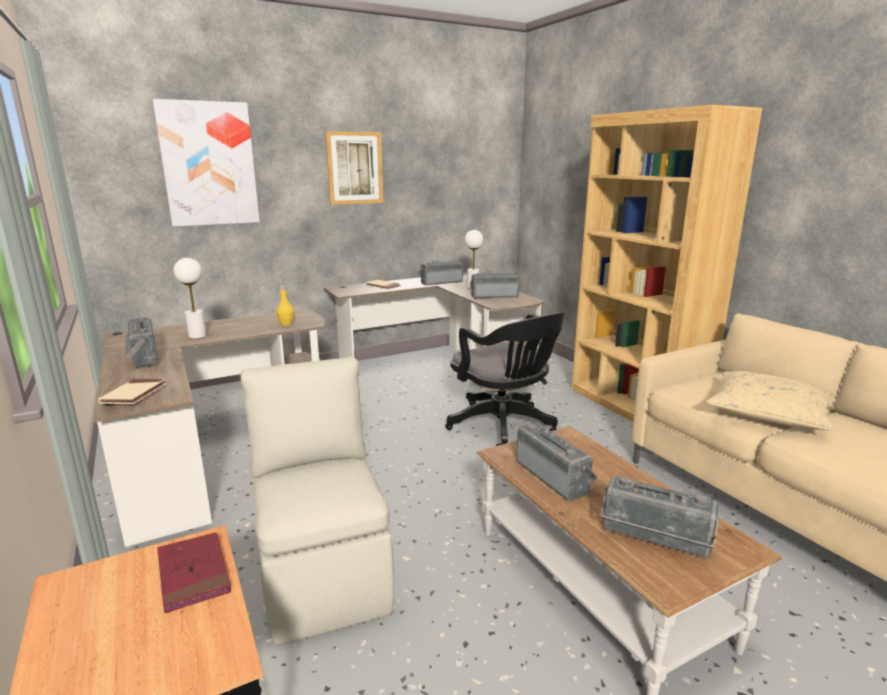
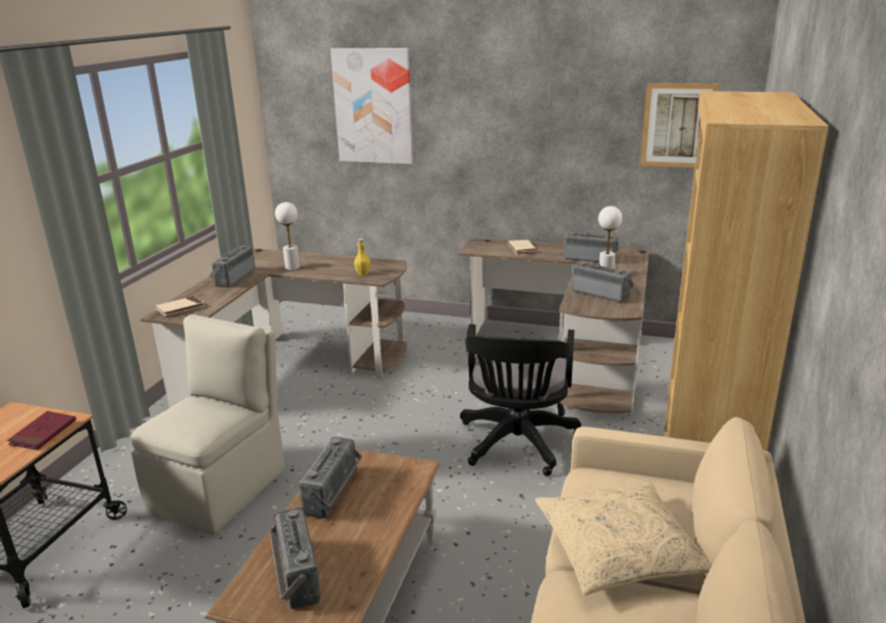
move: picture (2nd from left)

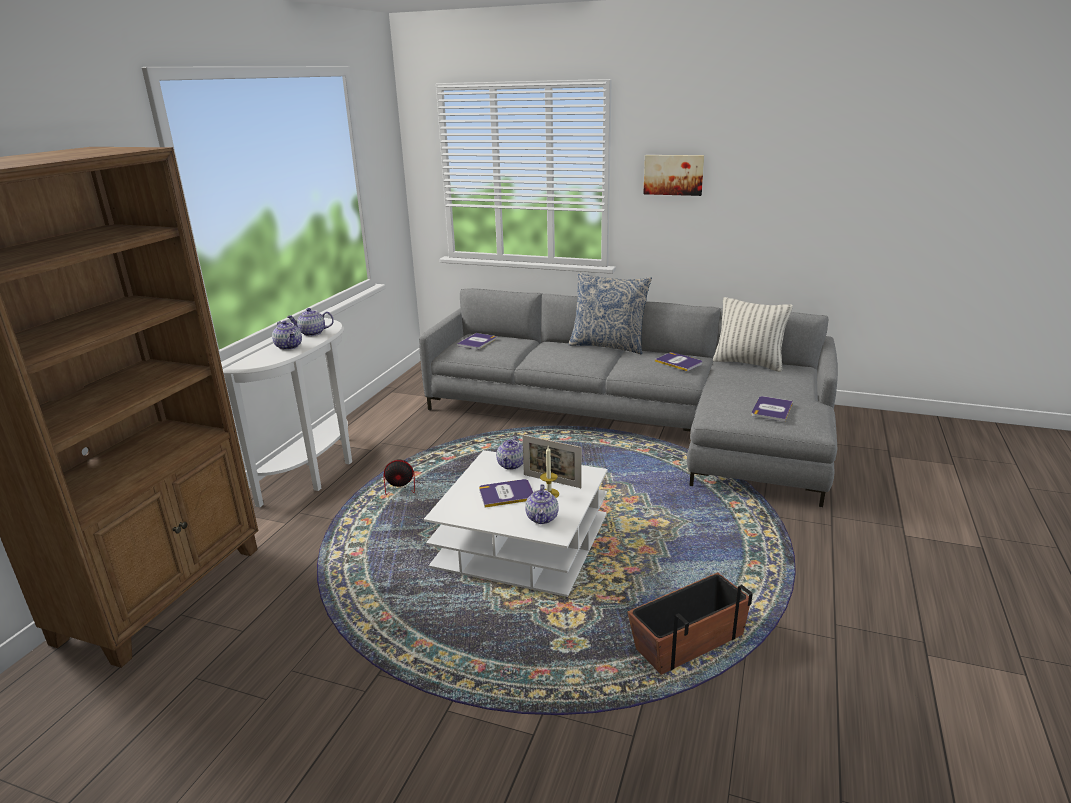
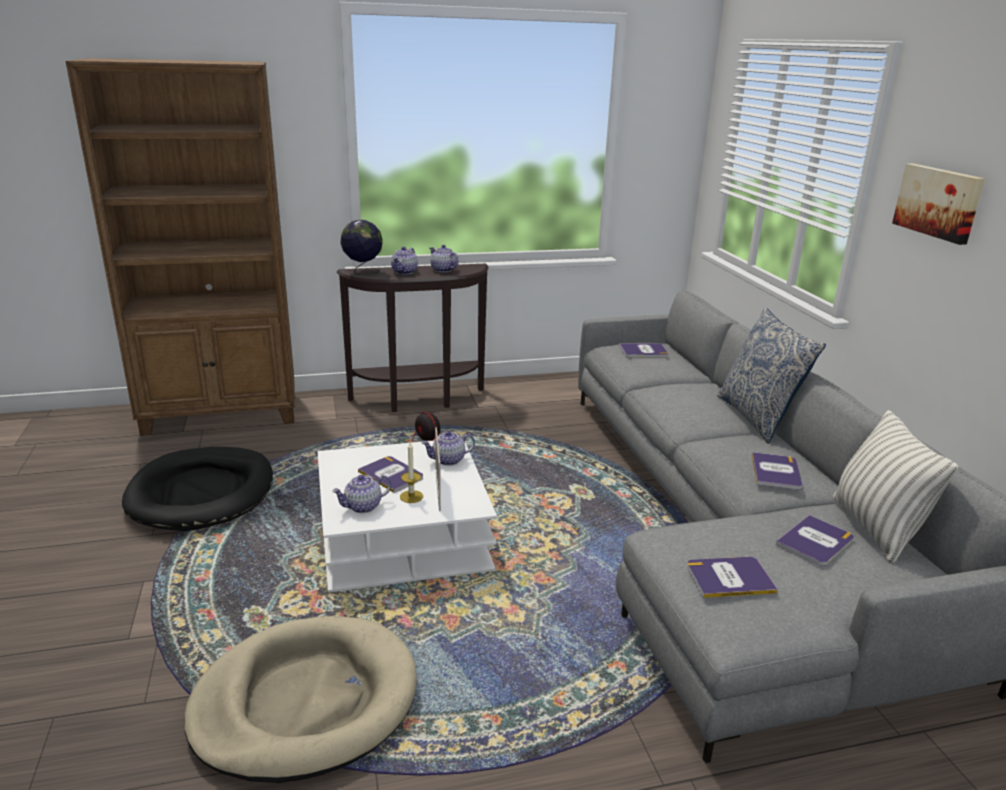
insert: dog bed in black; globe; book (5th from left)
replace: planter to dog bed in beige
recolor: console table in white to console table in brown

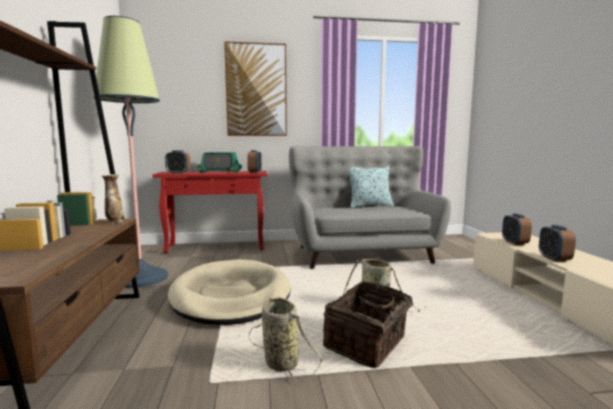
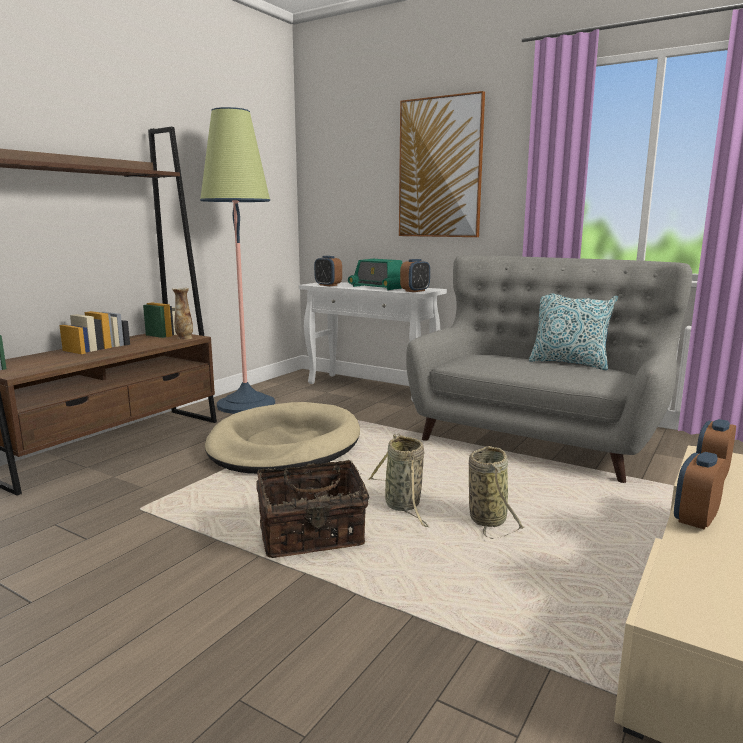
move: basket (1st from left in the first image) to basket (3rd from left)
recolor: console table in red to console table in white

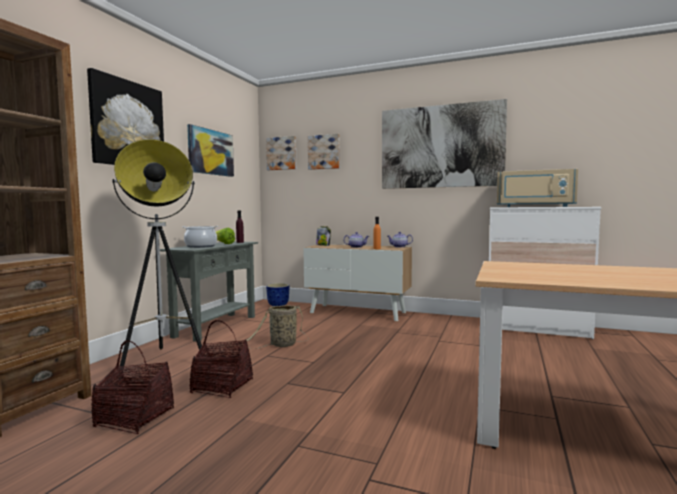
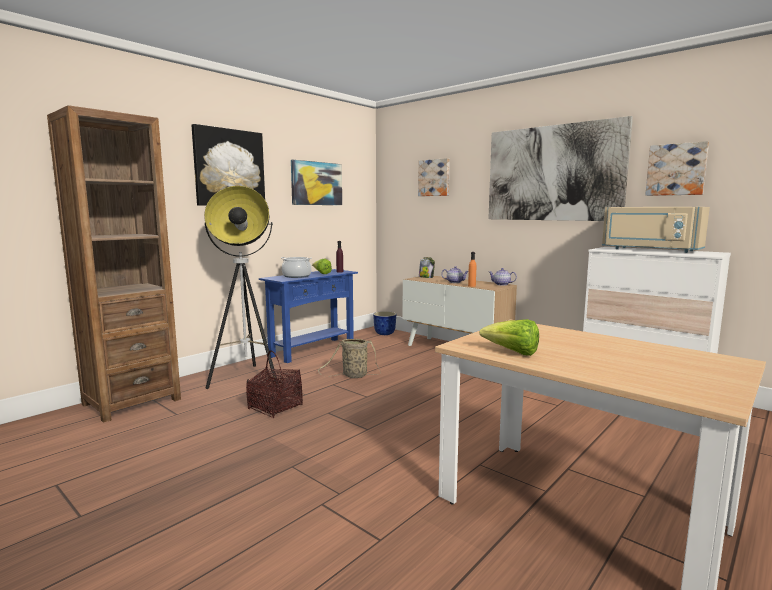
delete: basket (1st from left)
insert: lettuce (2nd from left)
move: picture (3rd from left in the first image) to picture (5th from left)
recolor: console table in grey to console table in blue

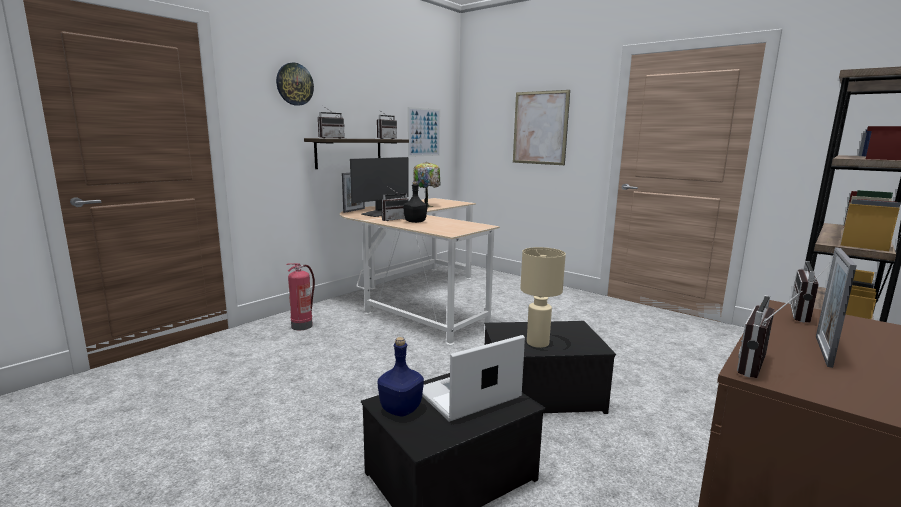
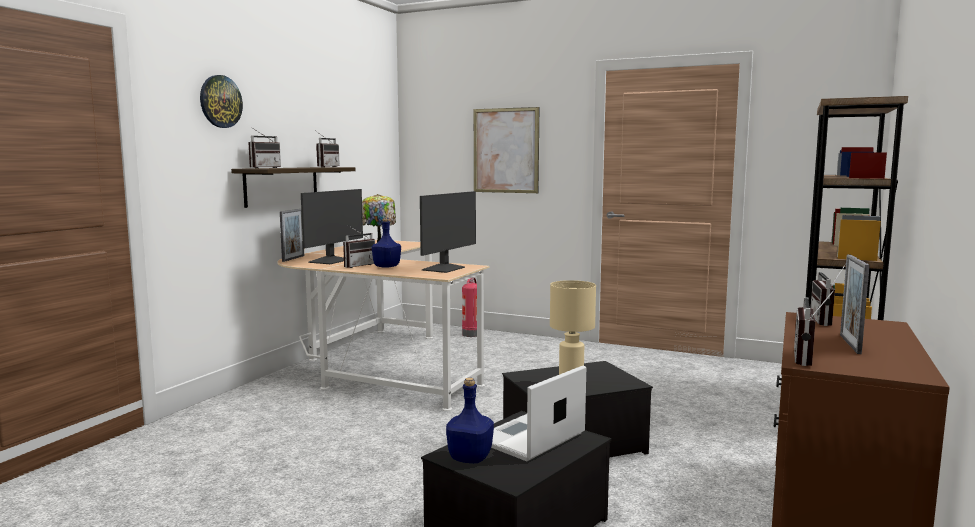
delete: picture (1st from left)
insert: monitor (2nd from left)
move: fire extinguisher
recolor: bottle in black to bottle in blue (1st from left)

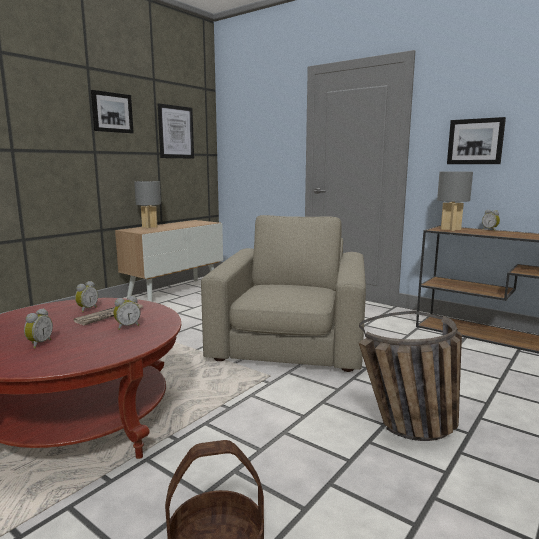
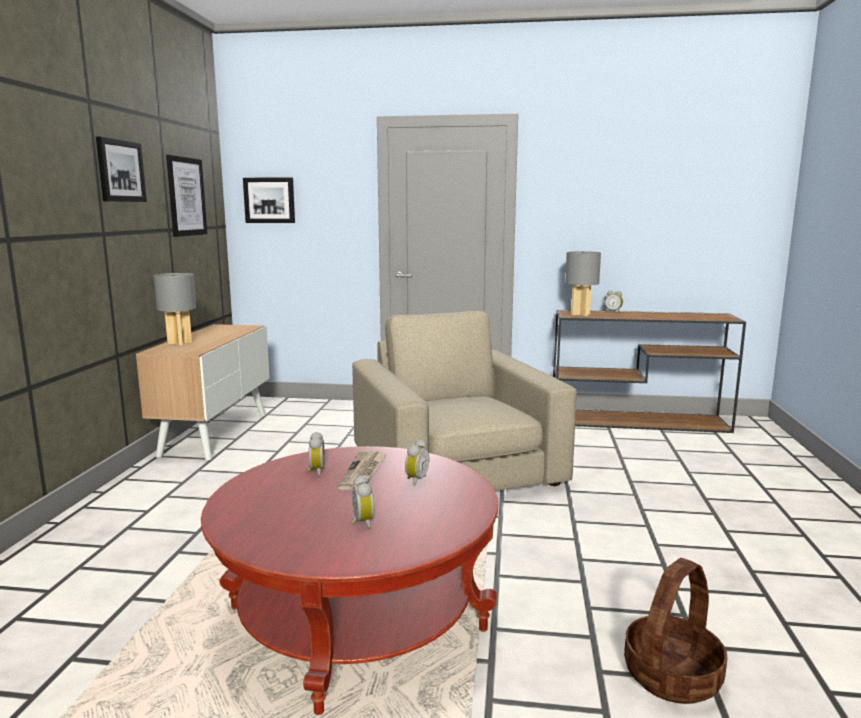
delete: basket (2nd from left)
move: picture (3rd from left)

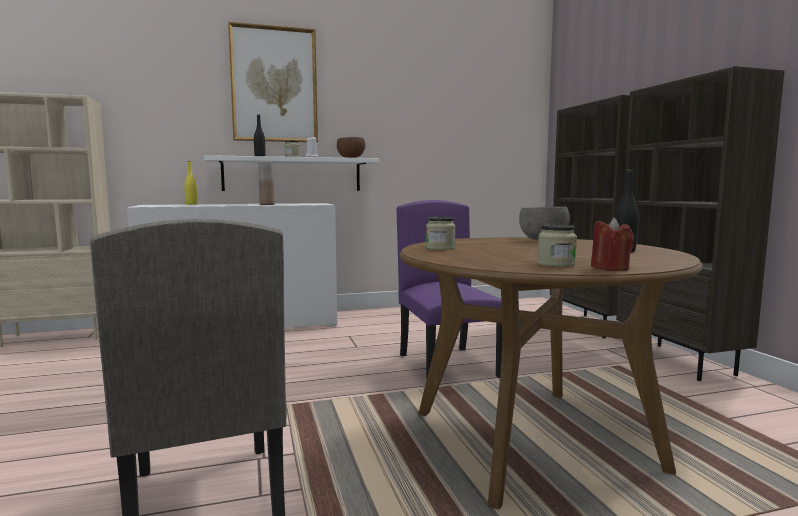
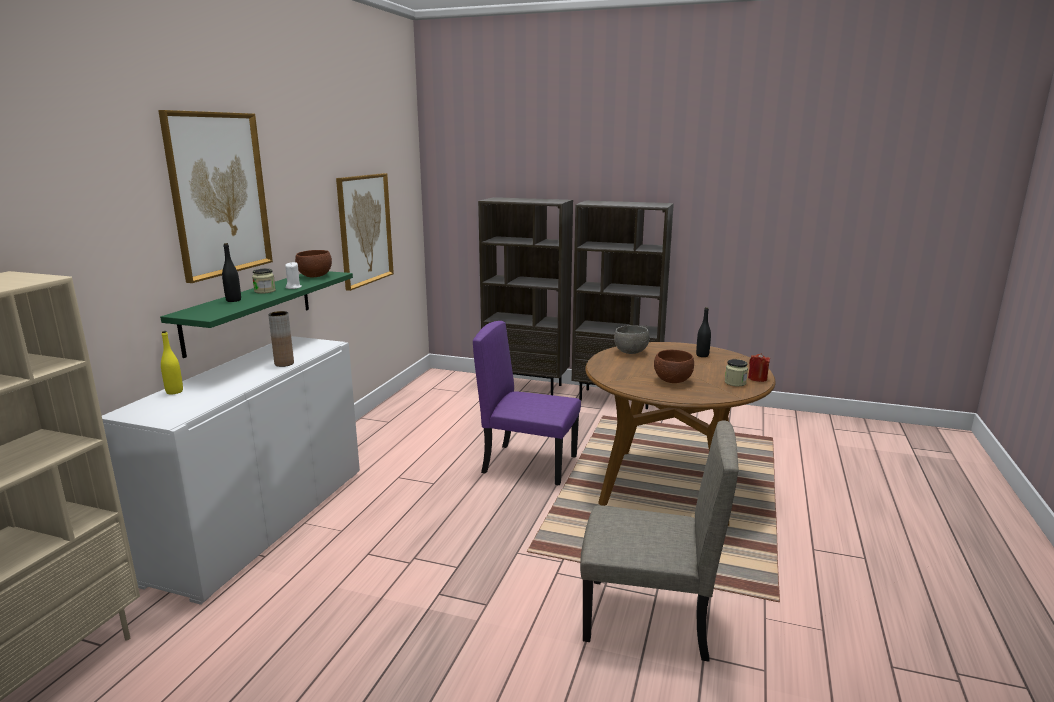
delete: jar (2nd from left)
insert: picture (2nd from left); bowl in brown (2nd from left)
recolor: shelf in white to shelf in green

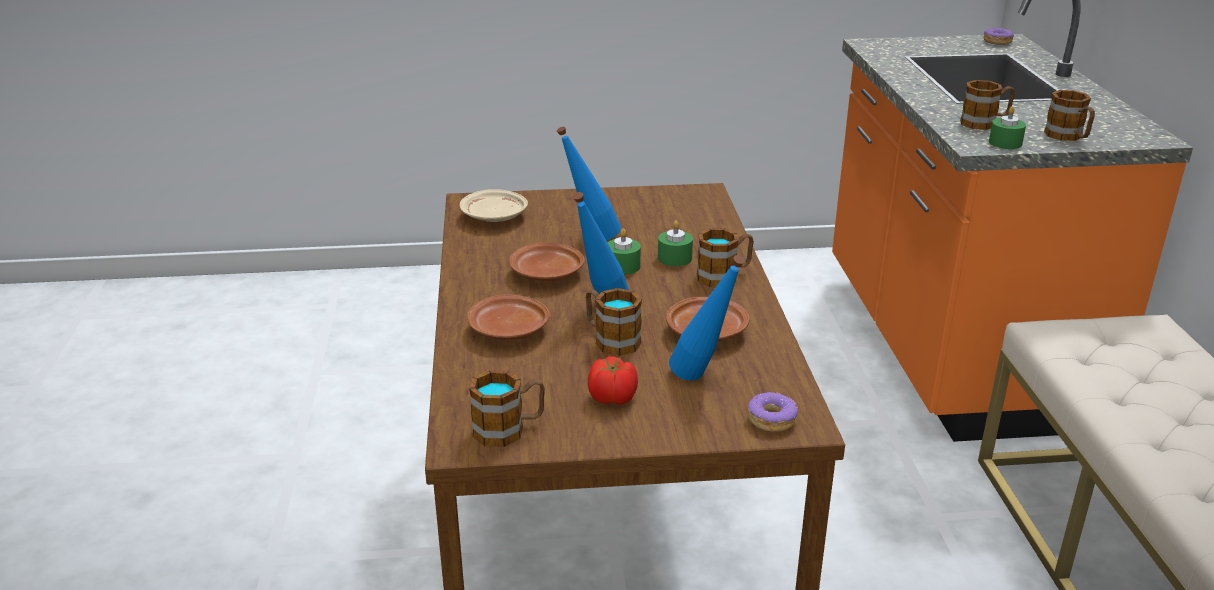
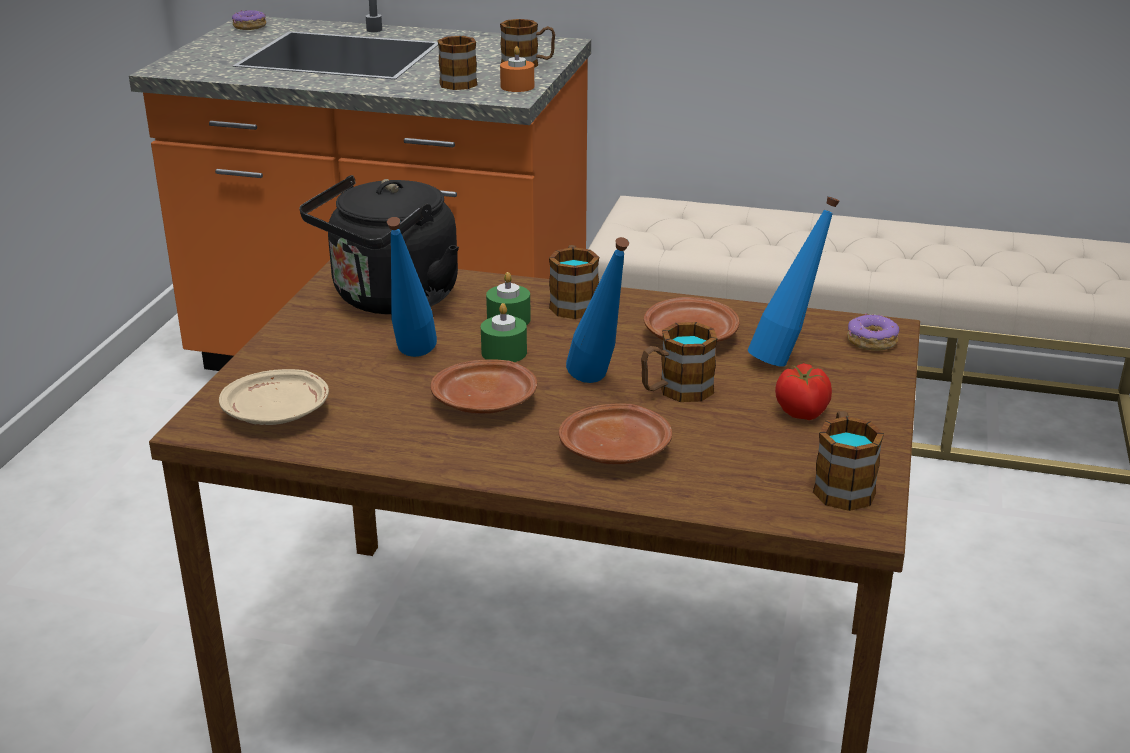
insert: kettle in black
recolor: candle in green (3rd from left) to candle in orange

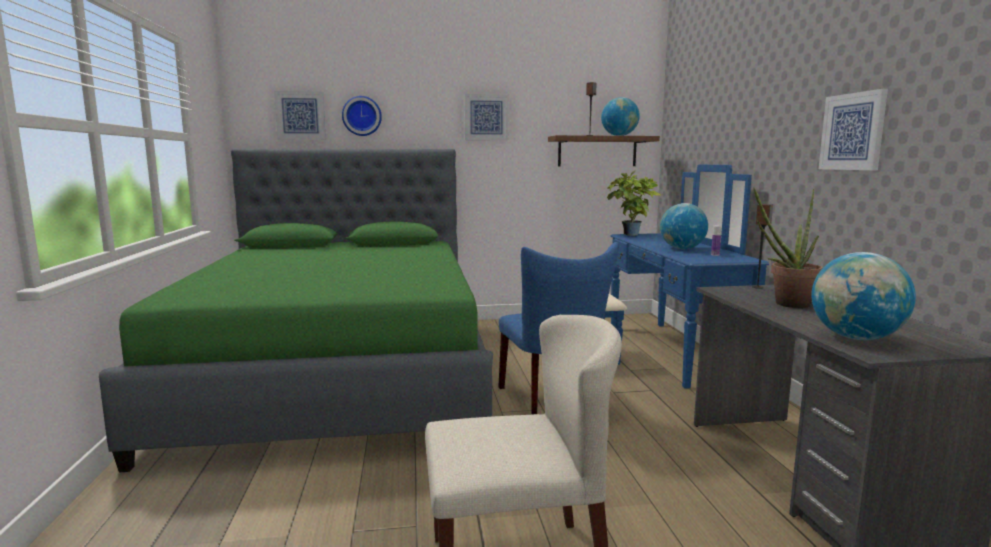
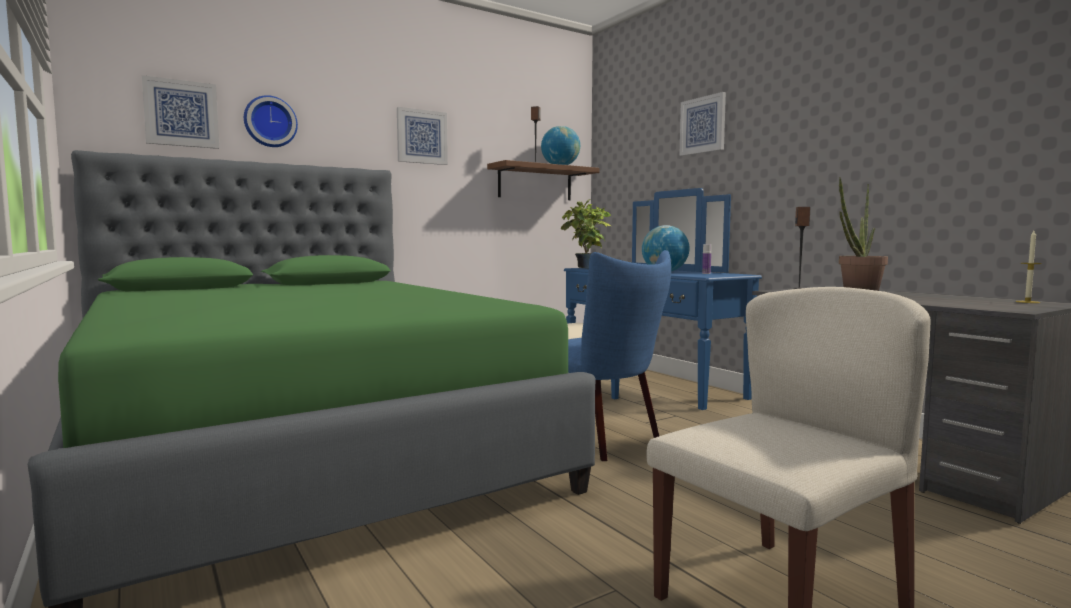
delete: globe (3rd from left)
insert: candle
move: picture (3rd from left)

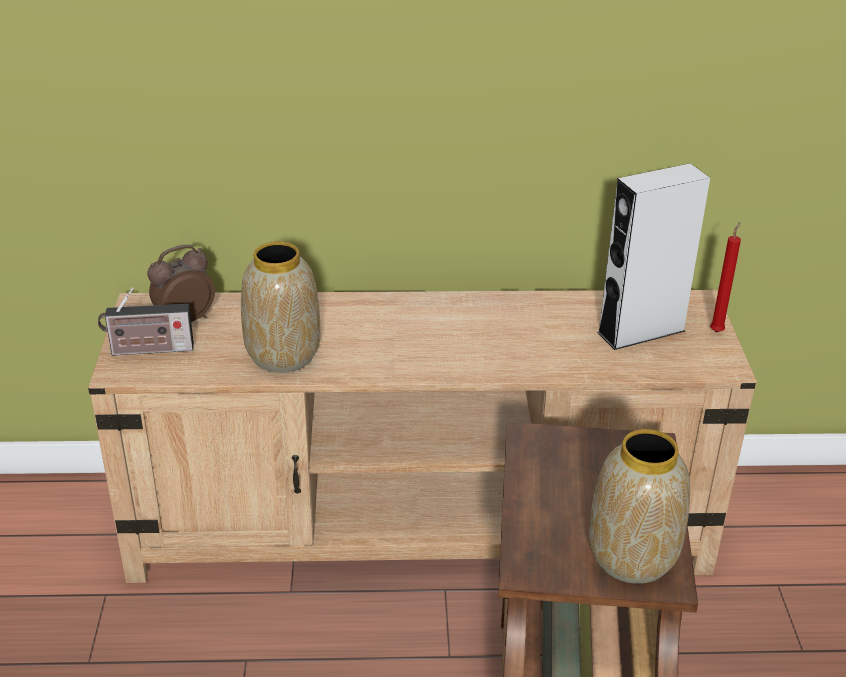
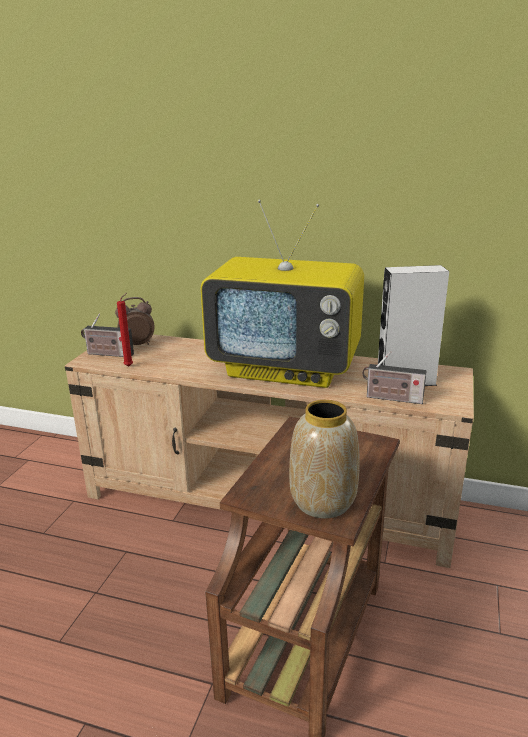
delete: vase (1st from left)
insert: television; radio (2nd from left)
move: candle in red

